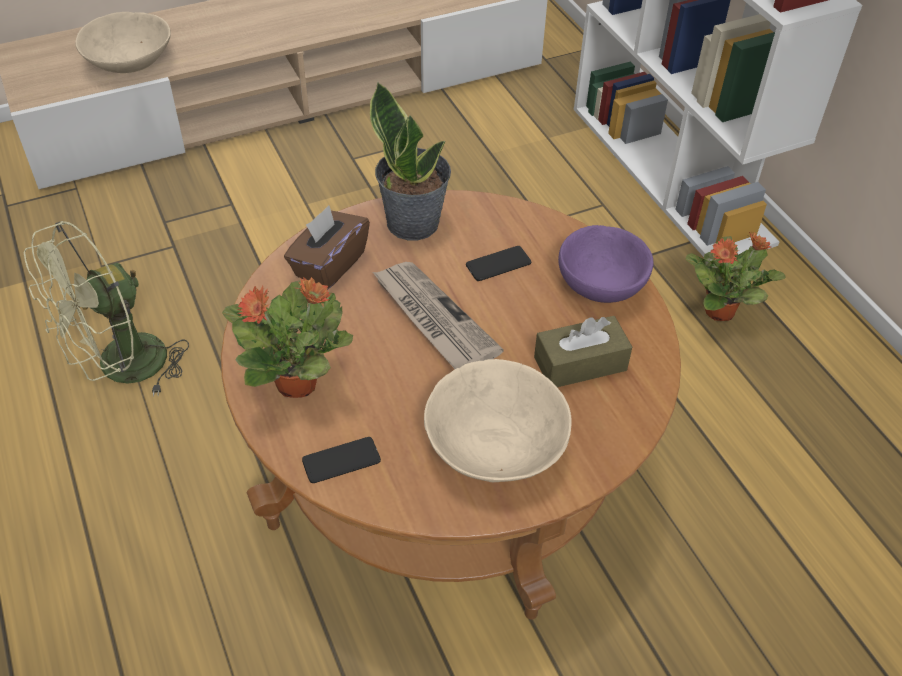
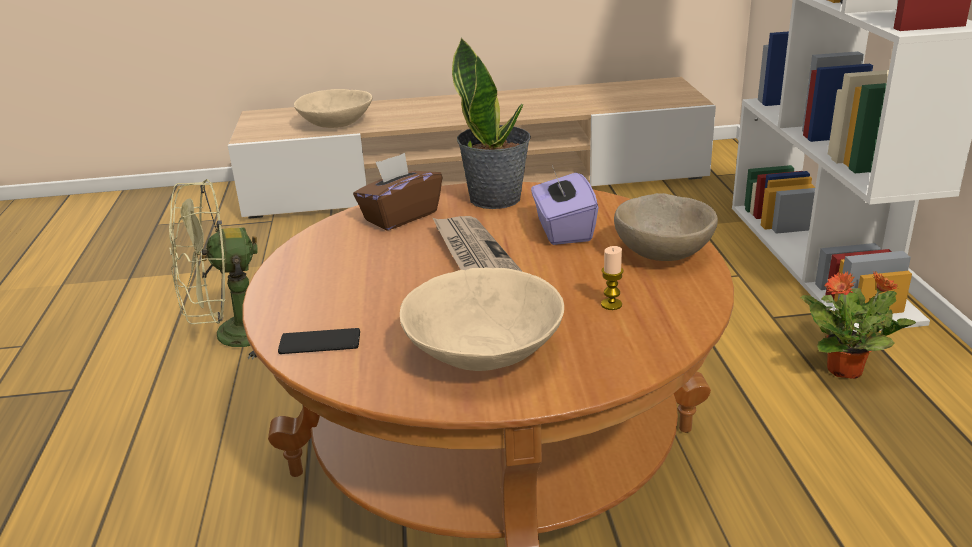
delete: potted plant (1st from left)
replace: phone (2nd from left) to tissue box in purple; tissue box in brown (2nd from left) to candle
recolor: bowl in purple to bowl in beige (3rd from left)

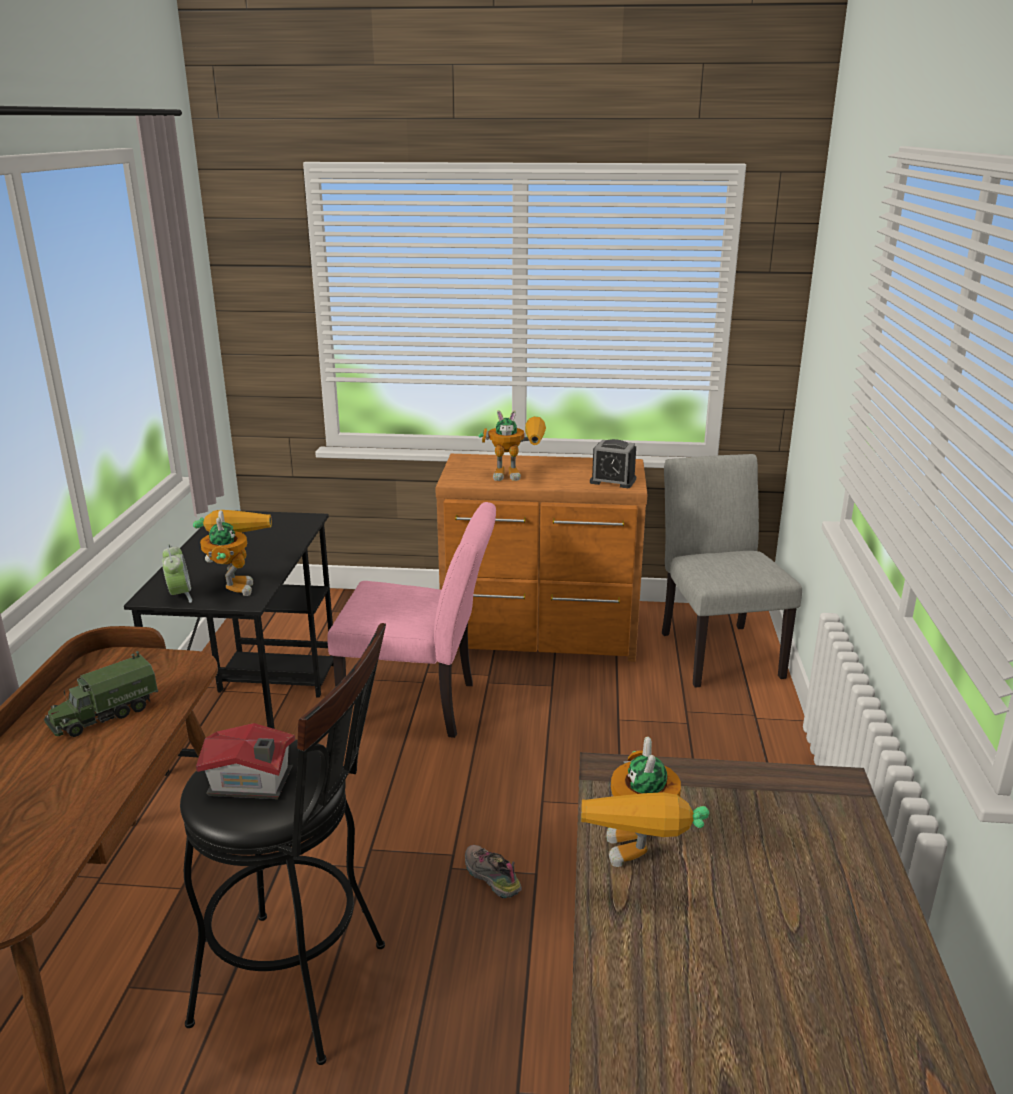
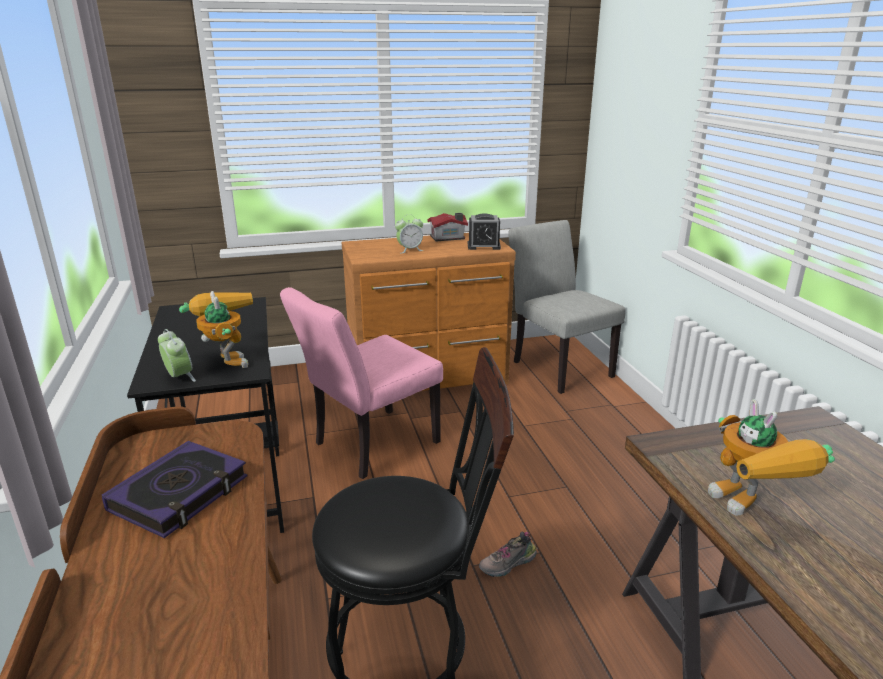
move: toy house
replace: toy truck to book; toy robot (2nd from left) to alarm clock (2nd from left)
rotate: chair in pink 150 degrees clockwise; shoe 60 degrees counterclockwise

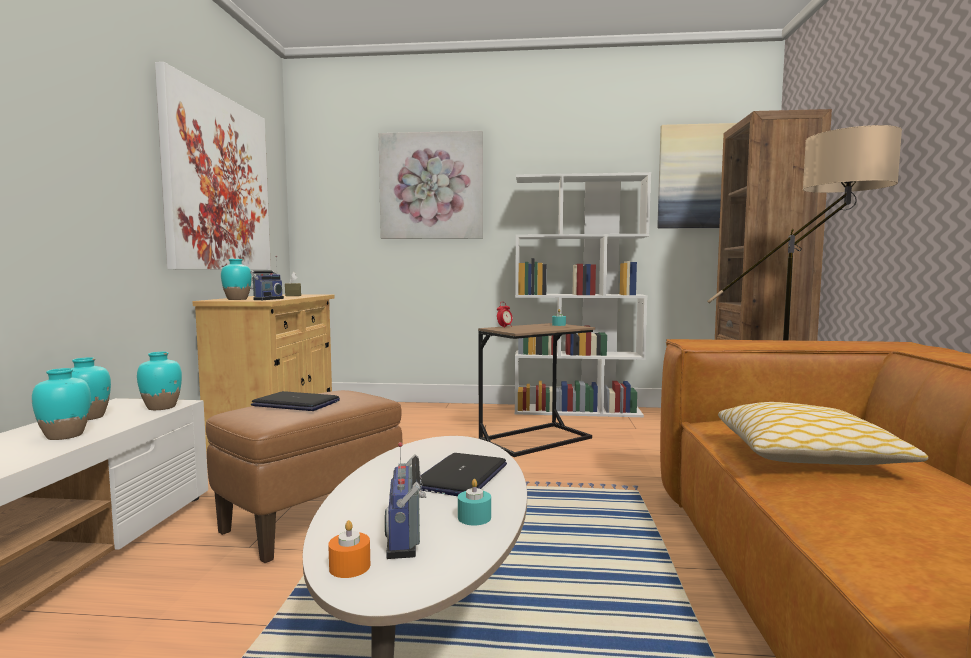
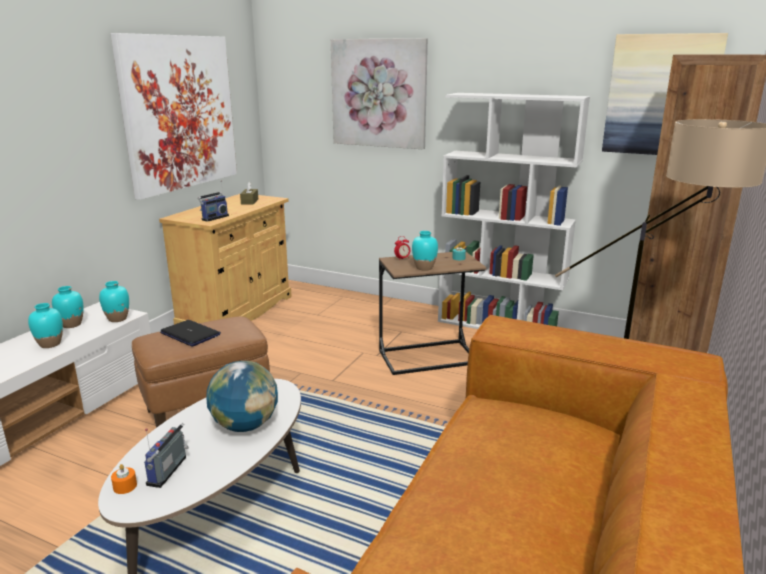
delete: candle in turquoise (1st from left); pillow
move: vase in turquoise (4th from left)
replace: laptop (2nd from left) to globe

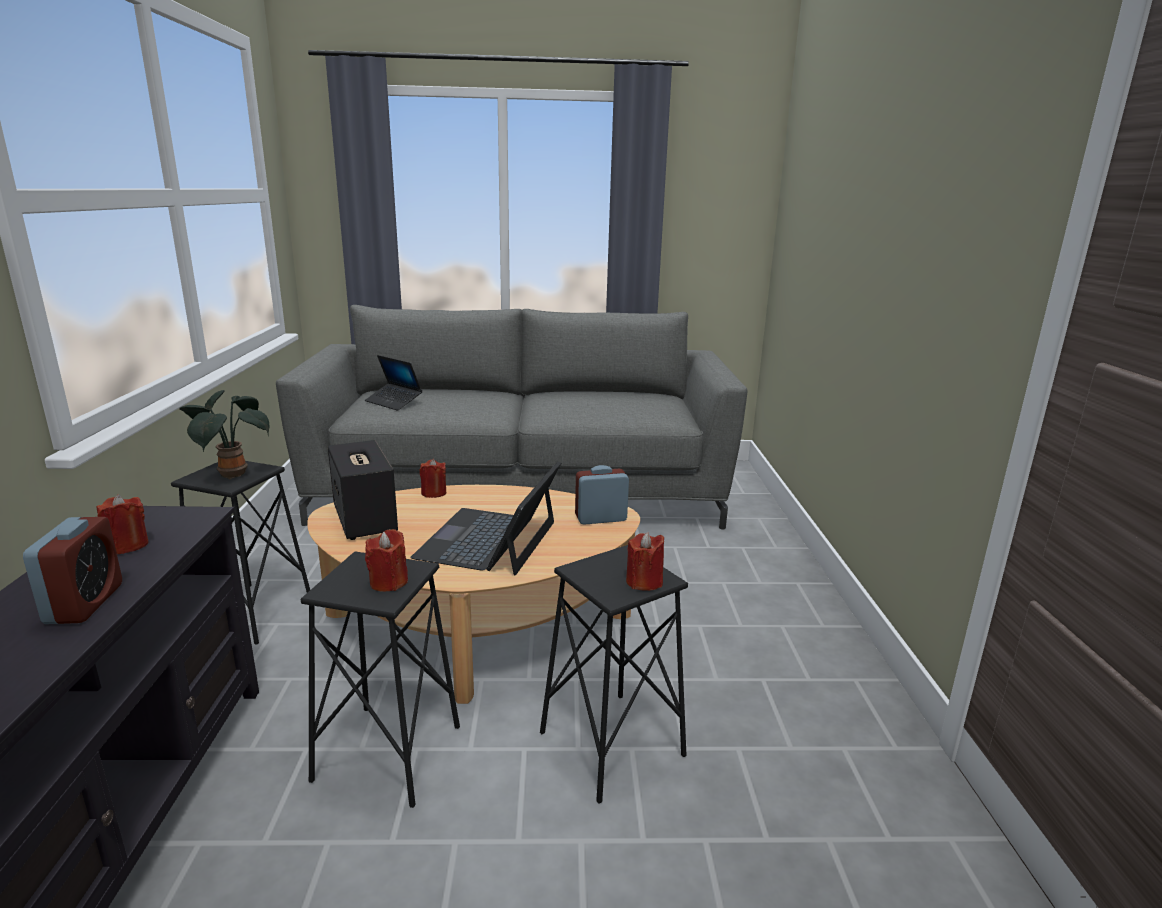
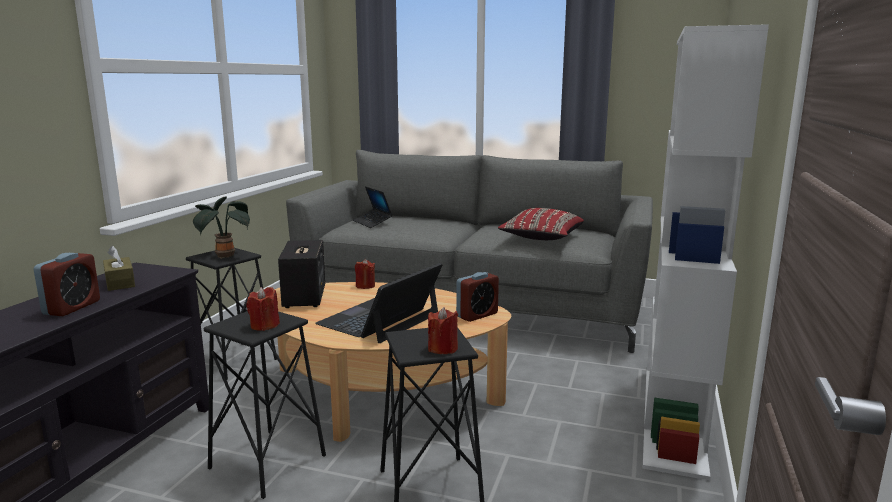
insert: pillow in red; bookcase in white
replace: candle in red (1st from left) to tissue box in brown
rotate: alarm clock (2nd from left) 135 degrees clockwise

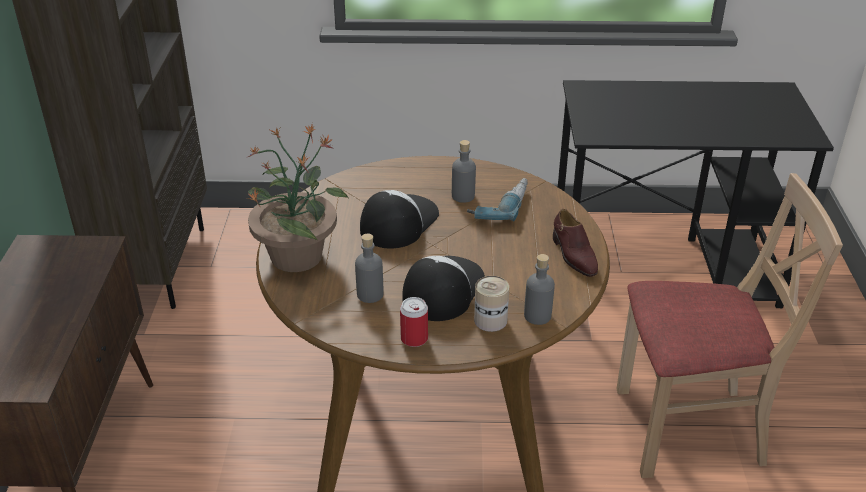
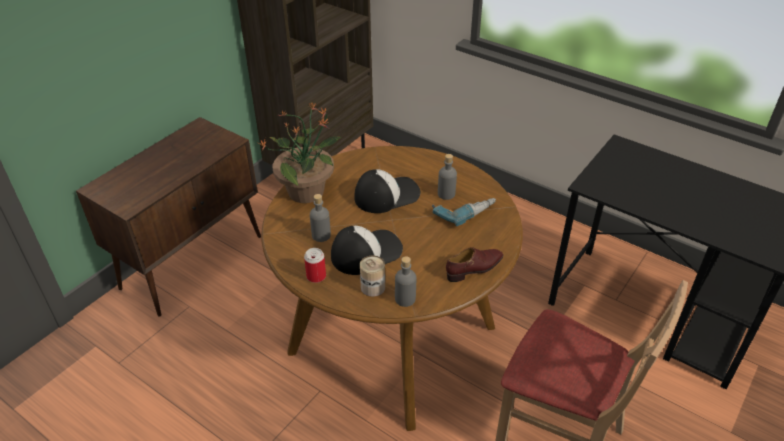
rotate: shoe in brown 135 degrees counterclockwise

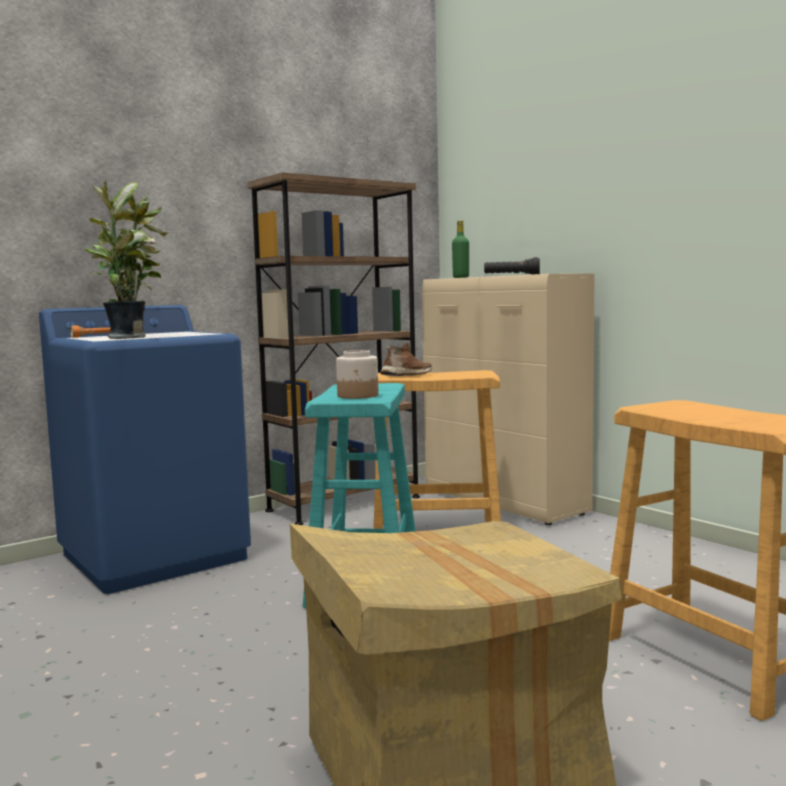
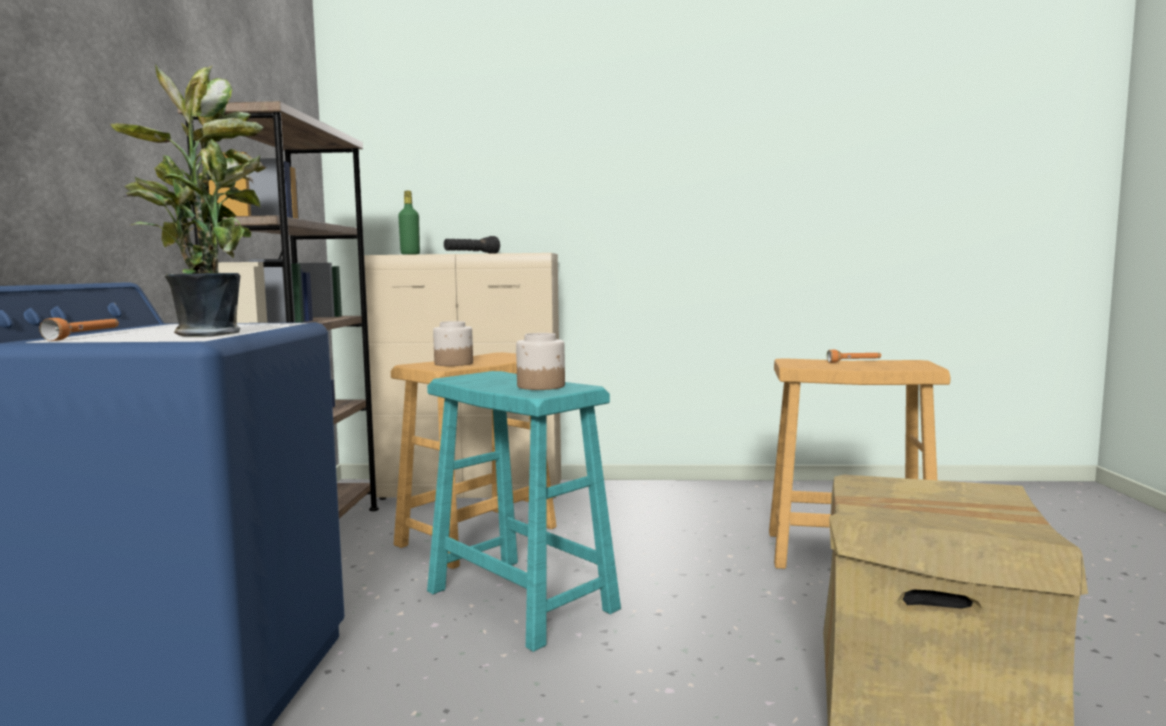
insert: flashlight in orange (2nd from left)
replace: shoe in brown to jar (1st from left)

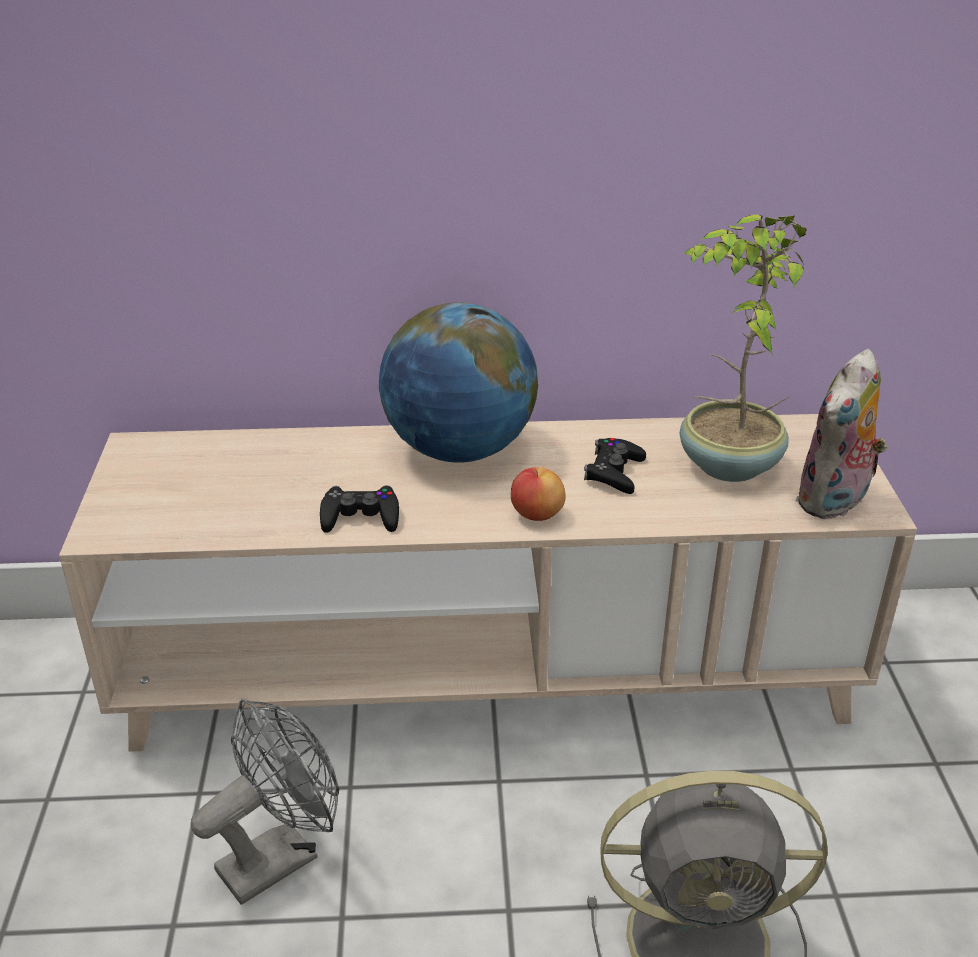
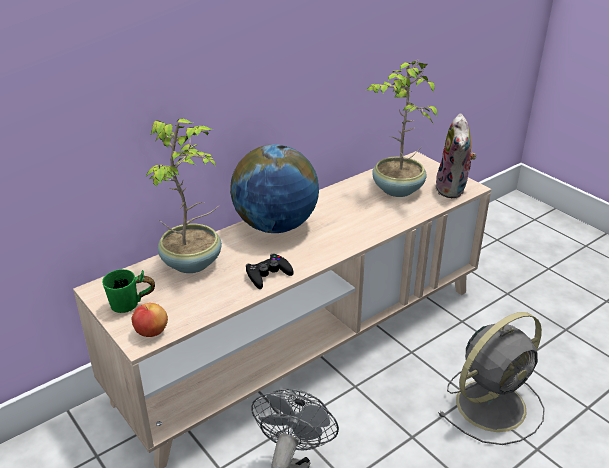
delete: game controller in black (2nd from left)
insert: mug in green; potted plant (1st from left)
move: apple

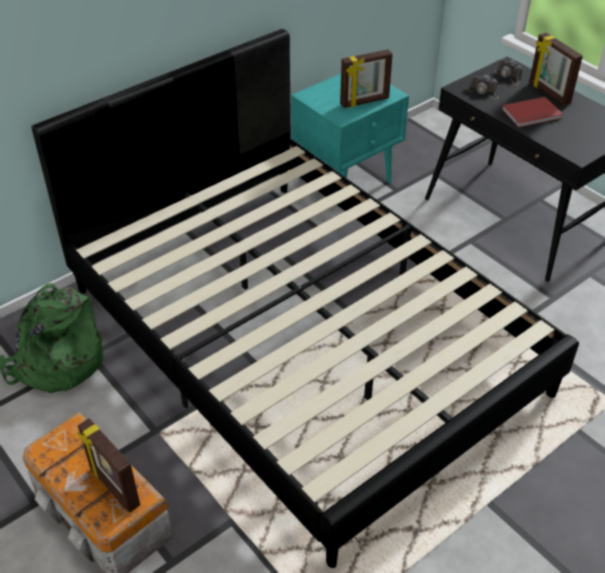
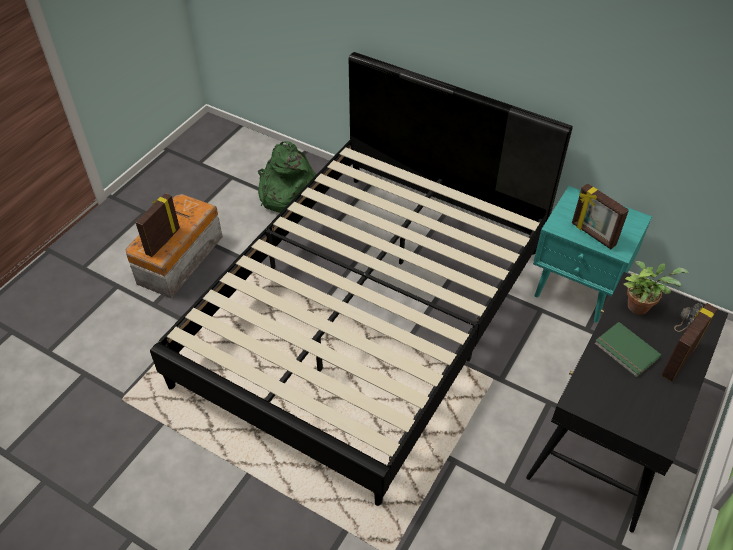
replace: photo camera (1st from left) to potted plant
recolor: book in red to book in green

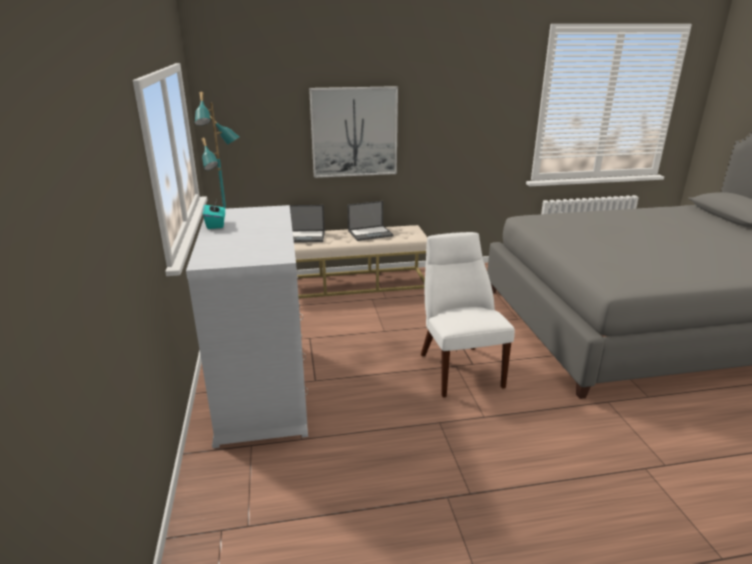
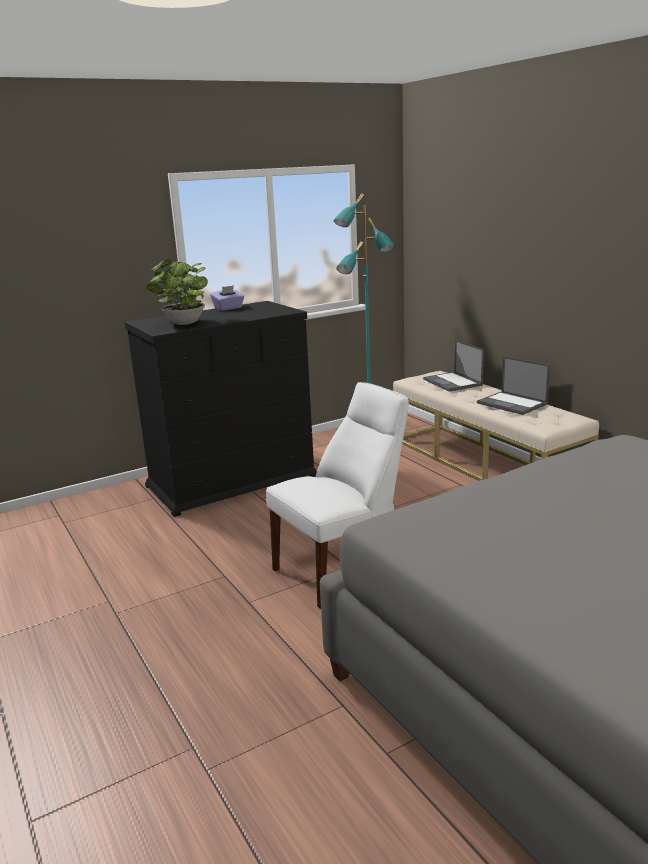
delete: picture
insert: potted plant
recolor: dresser in white to dresser in black; tissue box in turquoise to tissue box in purple

